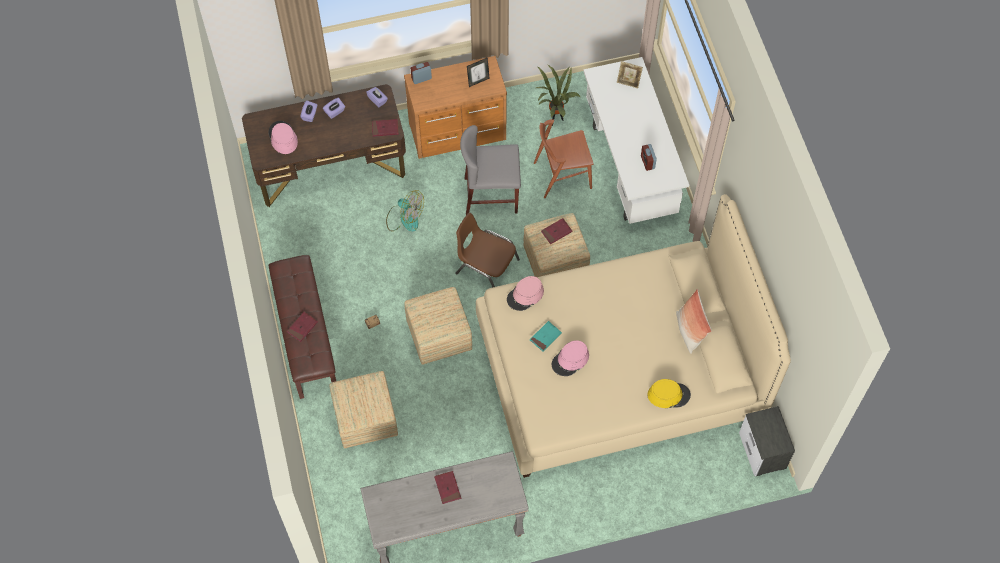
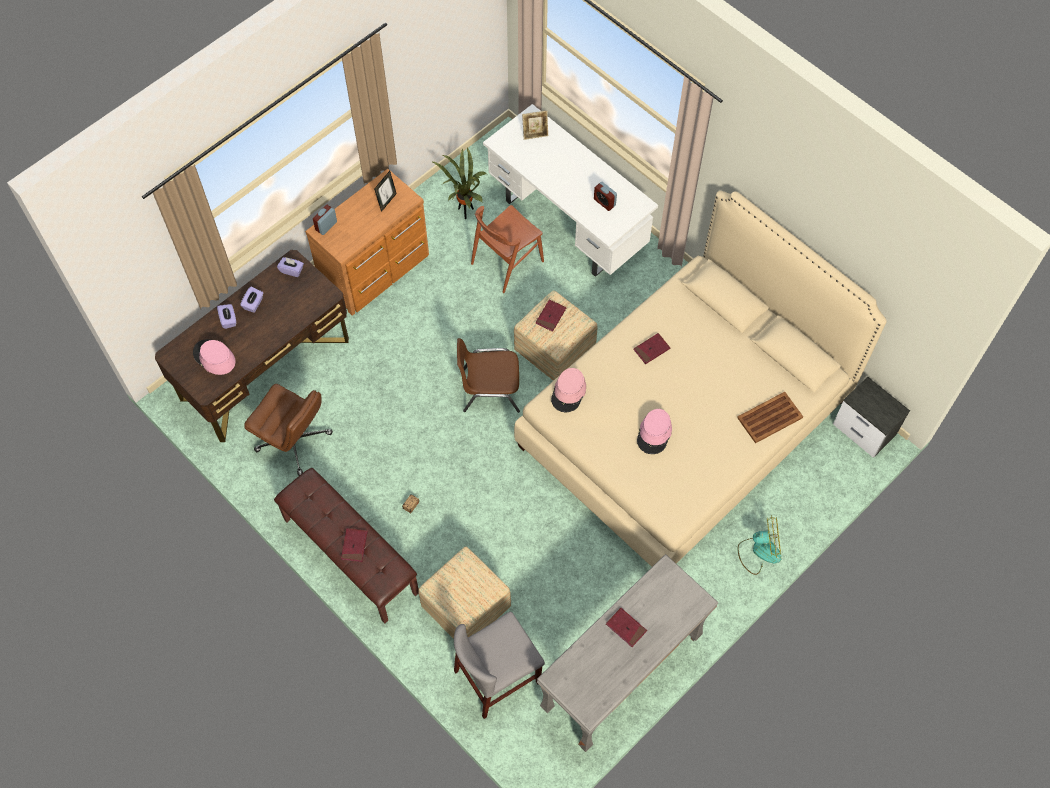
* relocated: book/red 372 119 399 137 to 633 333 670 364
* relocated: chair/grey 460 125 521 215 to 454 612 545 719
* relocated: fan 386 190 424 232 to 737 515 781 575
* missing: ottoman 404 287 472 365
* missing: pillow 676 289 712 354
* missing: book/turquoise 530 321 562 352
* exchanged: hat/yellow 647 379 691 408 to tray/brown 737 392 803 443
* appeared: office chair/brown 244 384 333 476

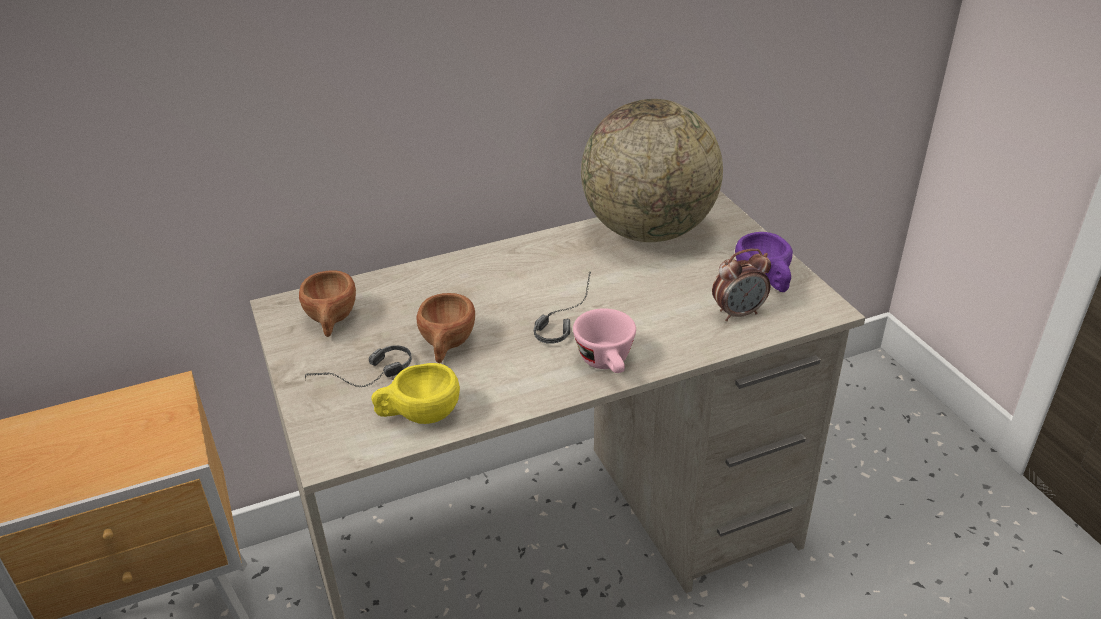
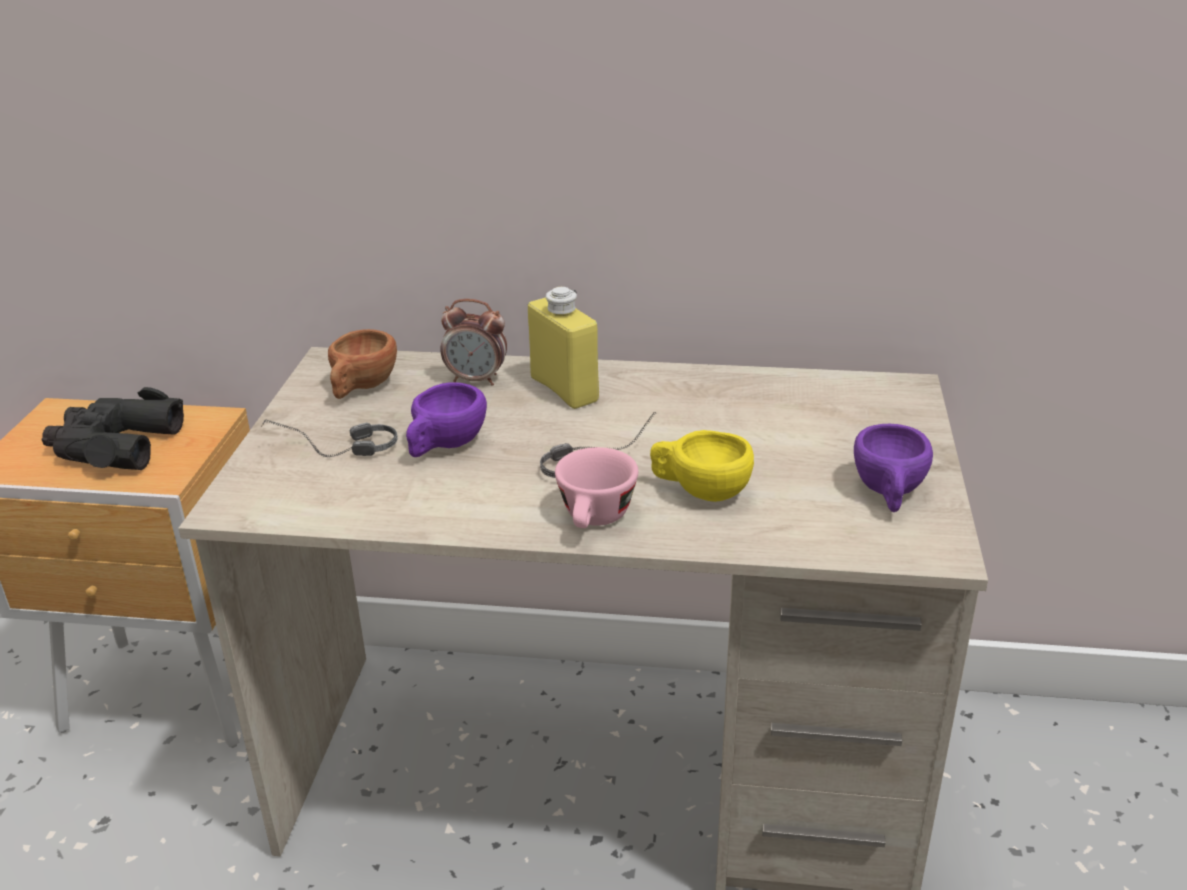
* missing: globe 581 99 723 242
* relocated: alarm clock 712 249 771 321 to 440 299 507 386
* colour: cup/brown 417 293 475 363 to cup/purple 406 382 487 457
* relocated: cup/yellow 371 363 460 424 to 650 430 754 502
* appeared: bottle/yellow 528 287 599 409
* appeared: binoculars/black 41 387 184 470

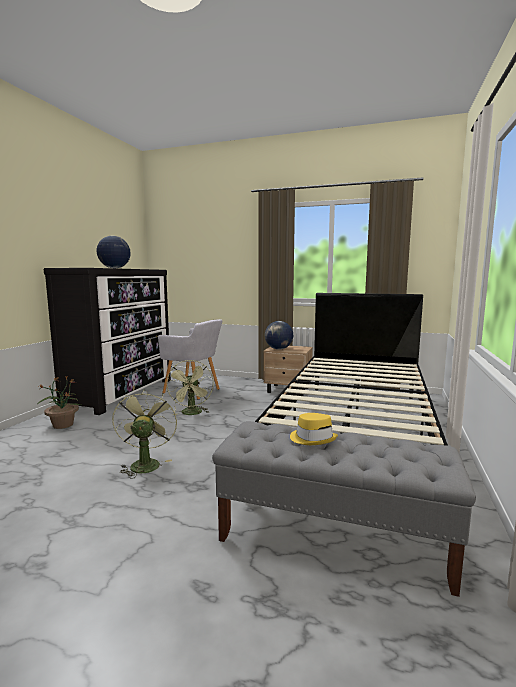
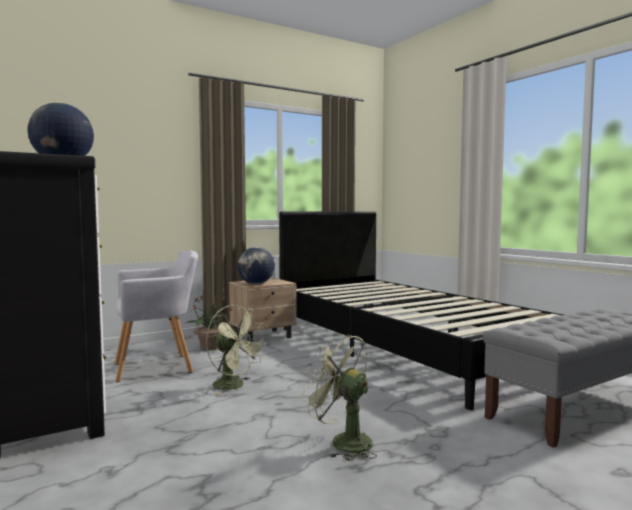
* relocated: potted plant 37 375 81 429 to 186 296 233 350
* missing: hat/yellow 290 413 338 445

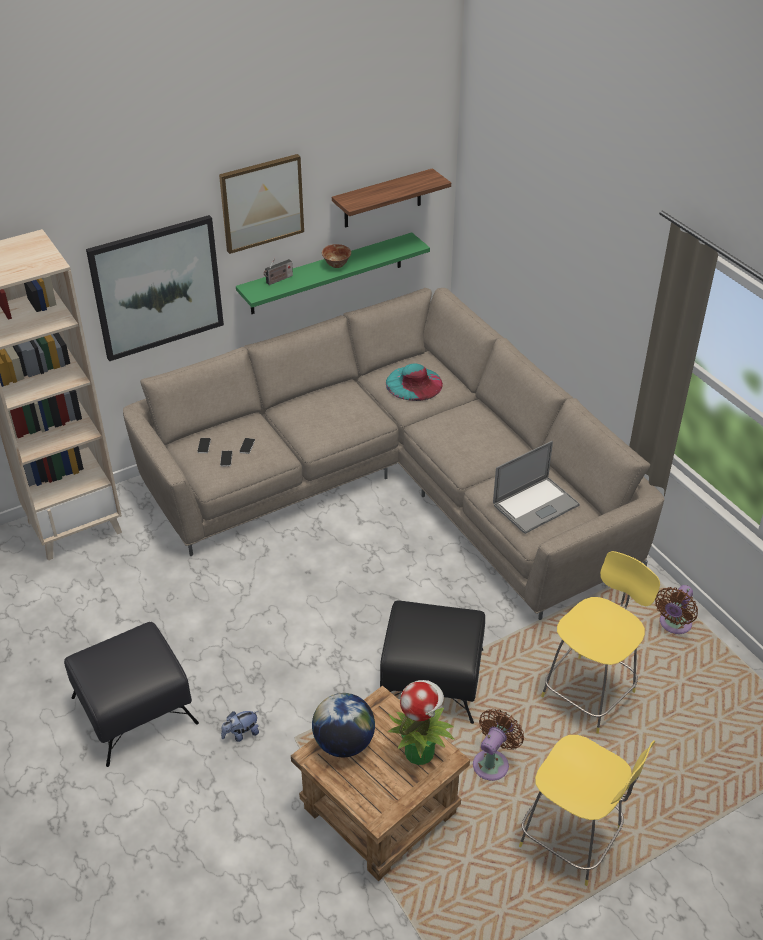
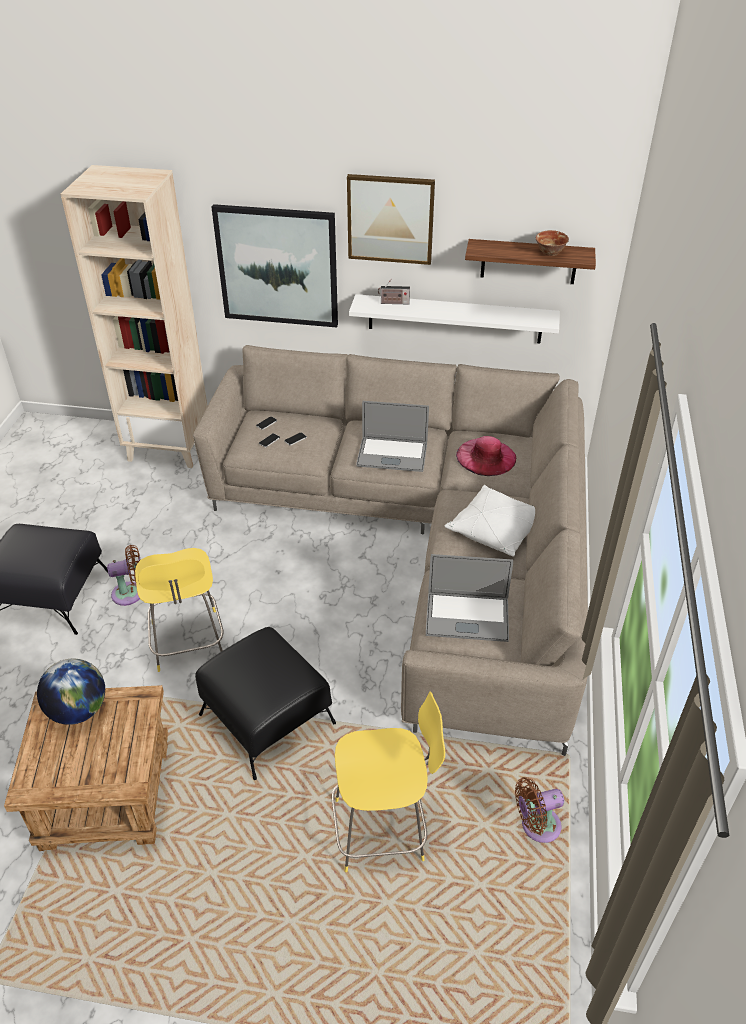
* colour: shelf/green 236 232 430 314 to shelf/white 349 294 560 343
* relocated: bowl 322 244 351 268 to 536 230 569 256
* colour: hat/turquoise 386 363 443 401 to hat/pink 456 436 516 476
* missing: potted plant 388 680 454 765
* relocated: fan/brown 473 709 524 781 to 107 545 141 606
* missing: plush toy 221 711 259 742
* relocated: stool/yellow 519 735 655 886 to 135 548 224 672
* appeared: laptop 356 401 429 472
* appeared: pillow/white 445 485 535 557

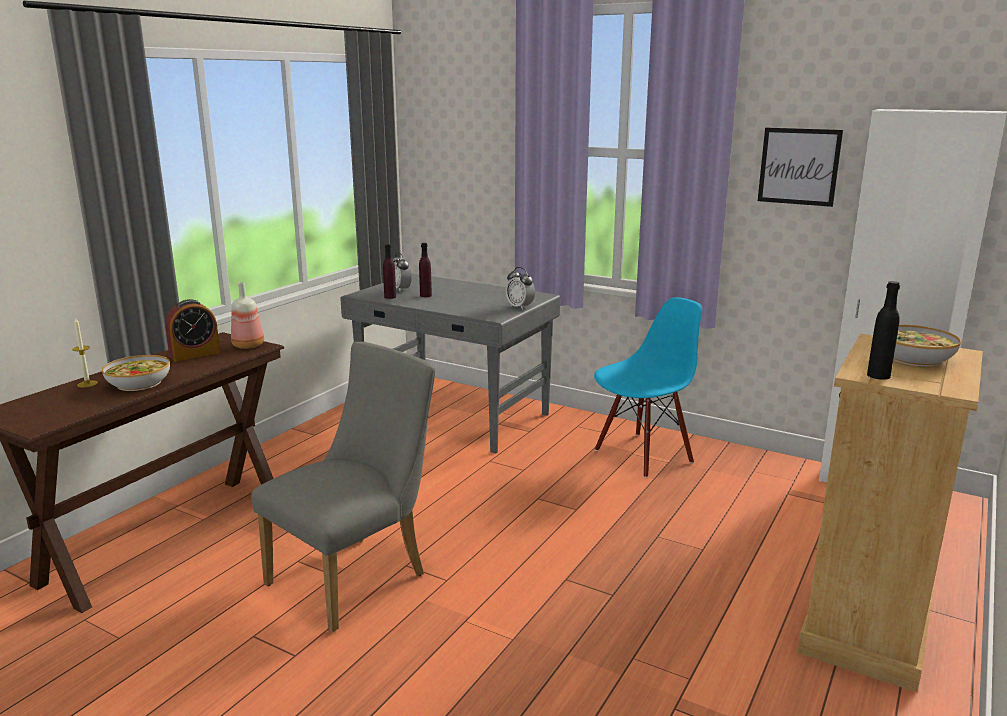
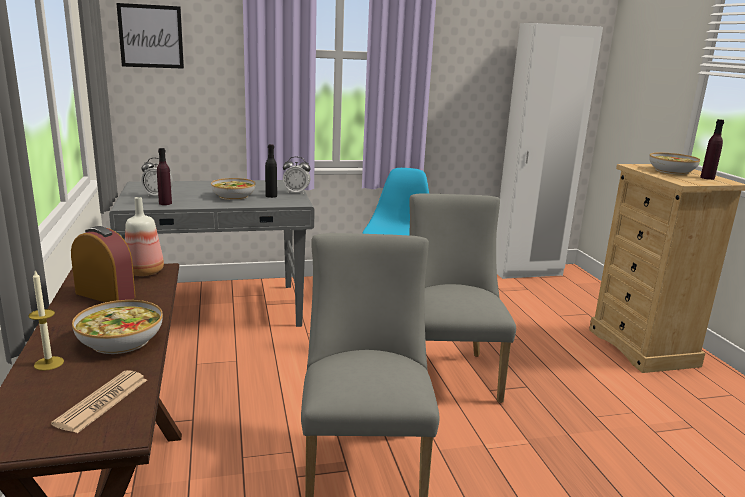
* relocated: picture 758 128 843 207 to 117 3 184 69
* relocated: bottle/purple 419 243 432 297 to 700 119 724 180
* relocated: bottle/black 867 281 900 380 to 265 144 277 198
* spun: alarm clock 165 299 220 362 = 71 226 136 302 75 degrees counterclockwise
* appeared: bowl 211 178 255 200
* appeared: chair/grey 409 193 516 403
* appeared: newspaper 51 370 147 433

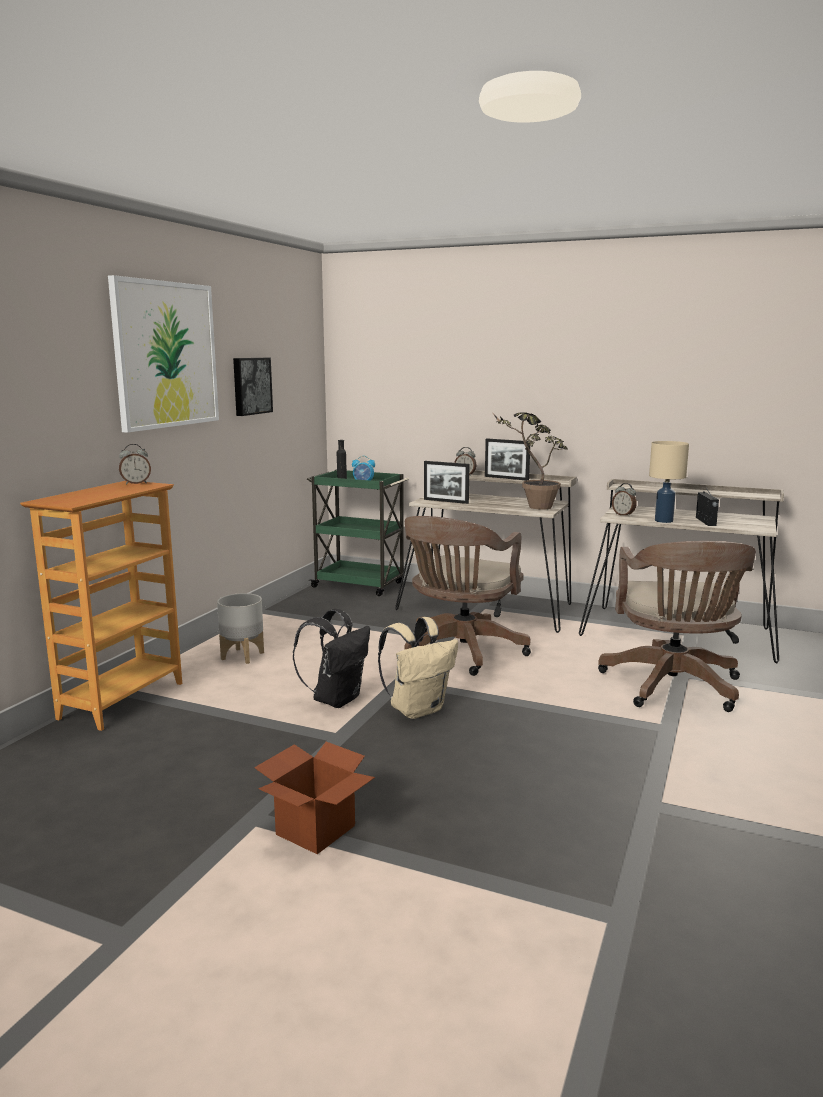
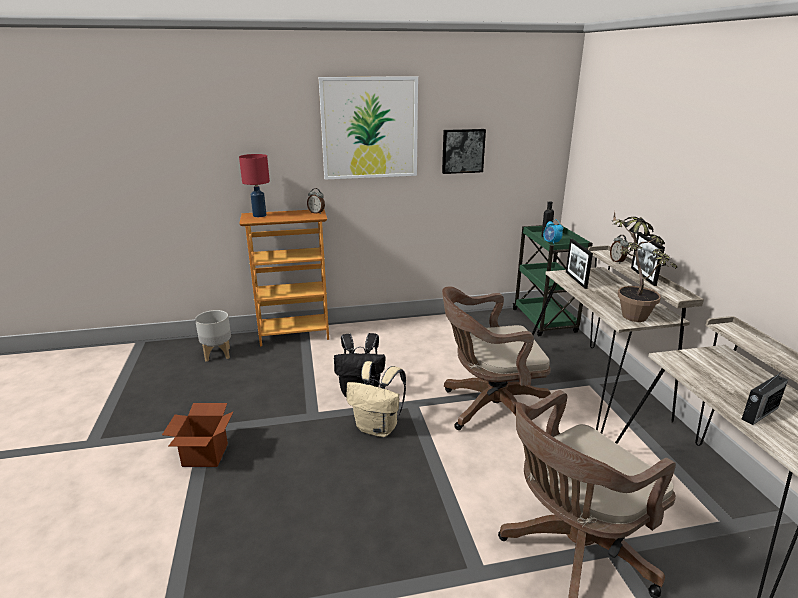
* missing: table lamp/beige 649 441 689 523
* missing: alarm clock 612 483 637 517
* relocated: planter/grey 217 593 264 664 to 195 310 231 362
* appeared: table lamp/red 239 154 270 217

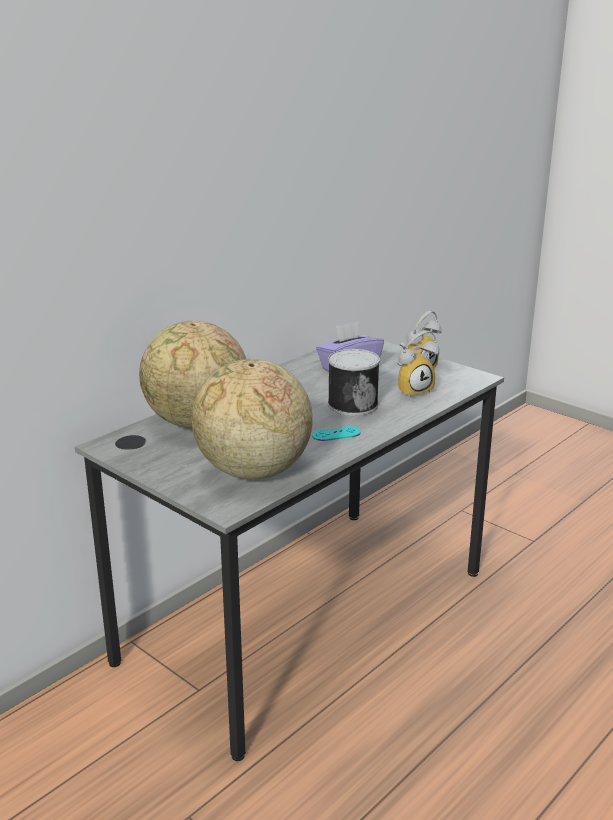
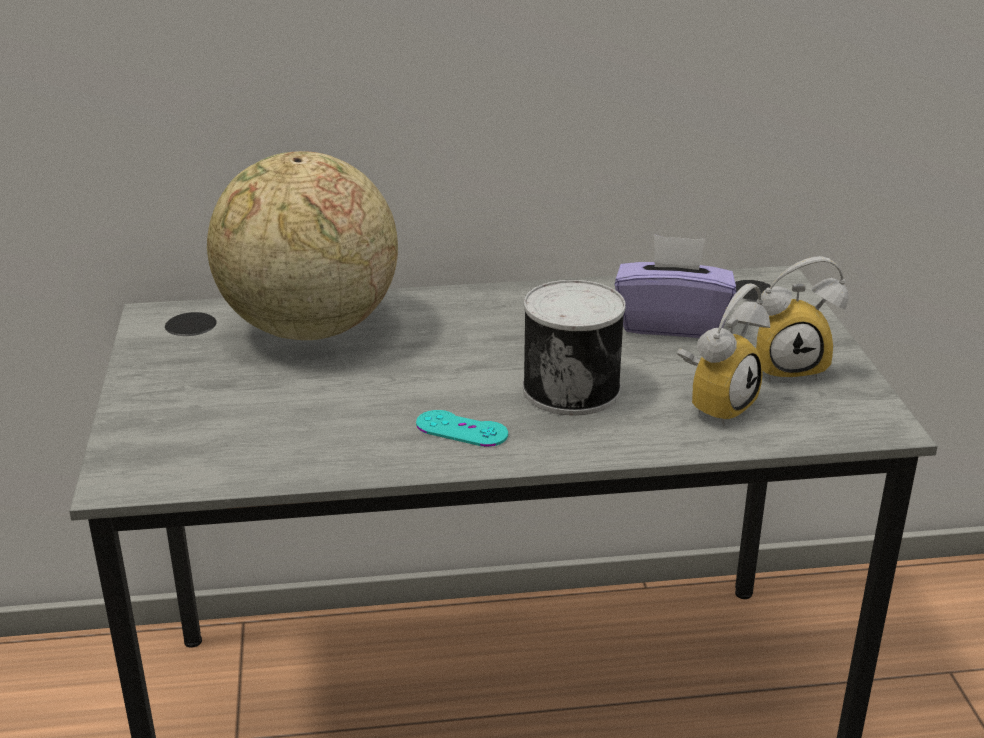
* spun: alarm clock 397 330 440 399 = 677 283 770 426 60 degrees counterclockwise
* missing: globe 191 359 313 480

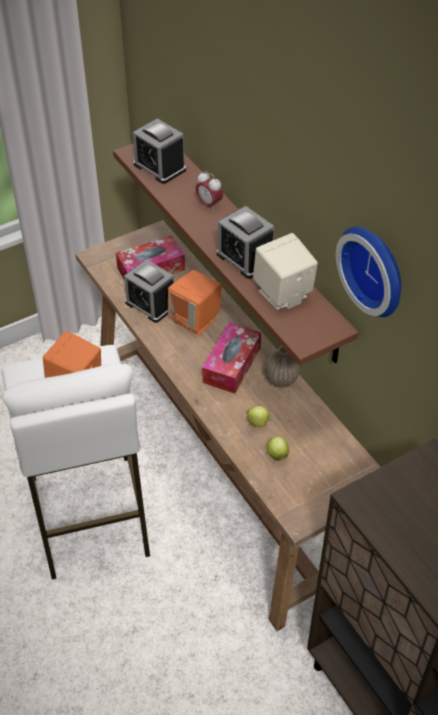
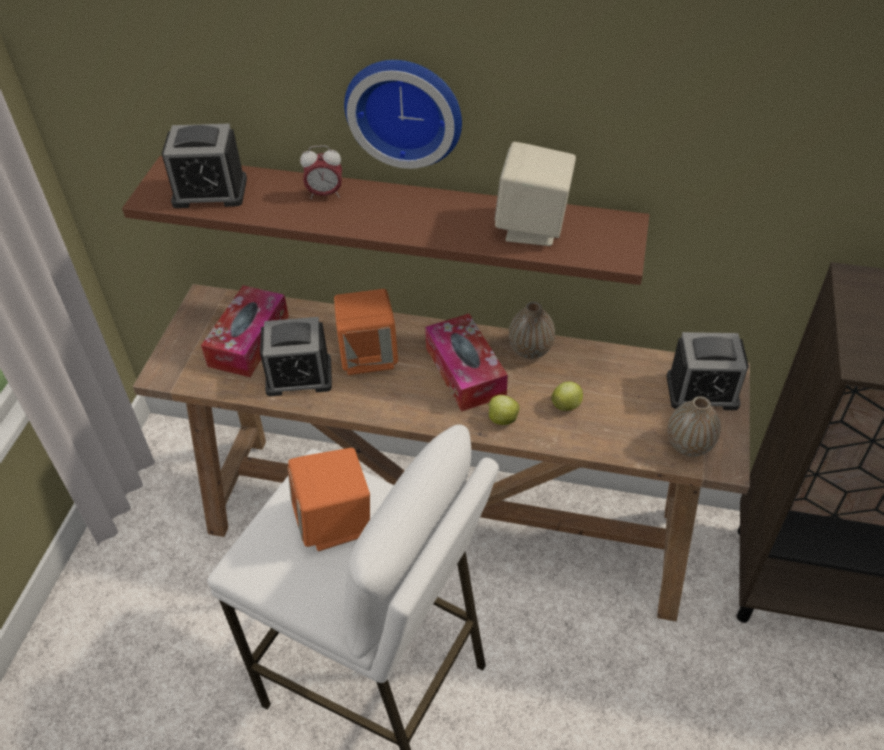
* relocated: alarm clock 216 206 274 279 to 667 332 749 410
* relocated: wall clock 336 227 401 317 to 344 60 462 169
* relocated: apple 266 436 289 461 to 486 395 520 425
* appeared: vase 667 396 721 457

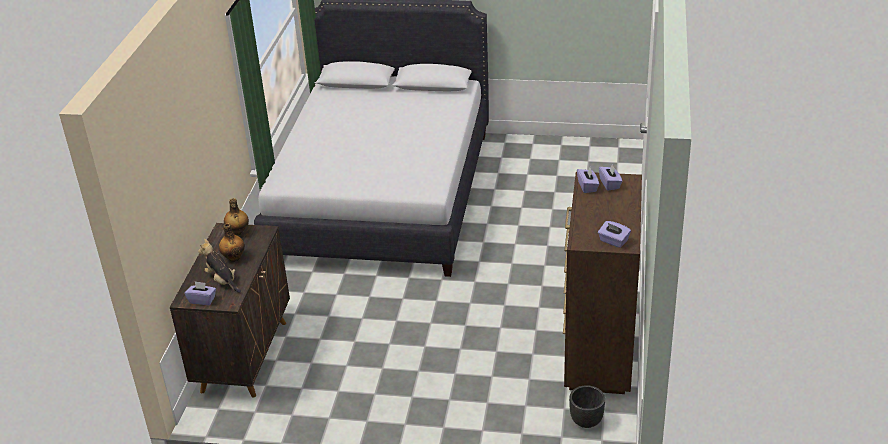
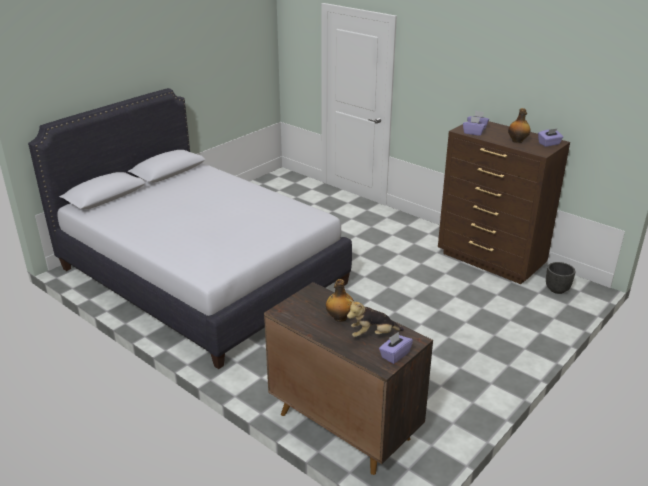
* relocated: bottle 224 198 249 236 to 508 108 530 143

